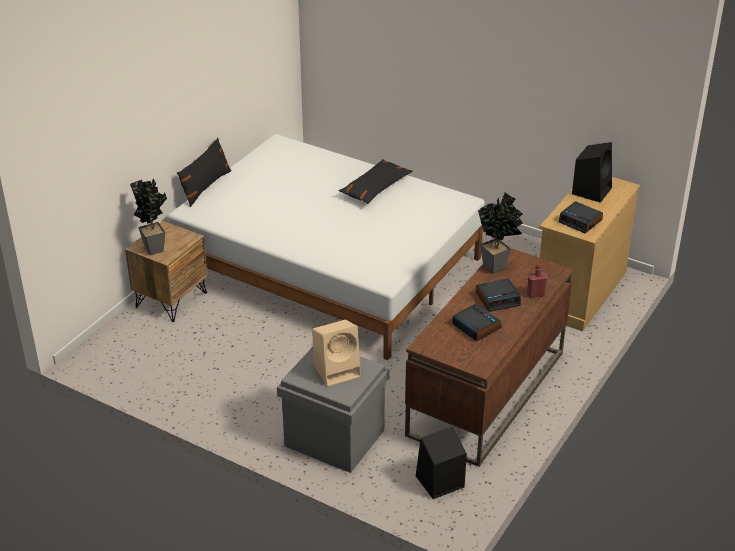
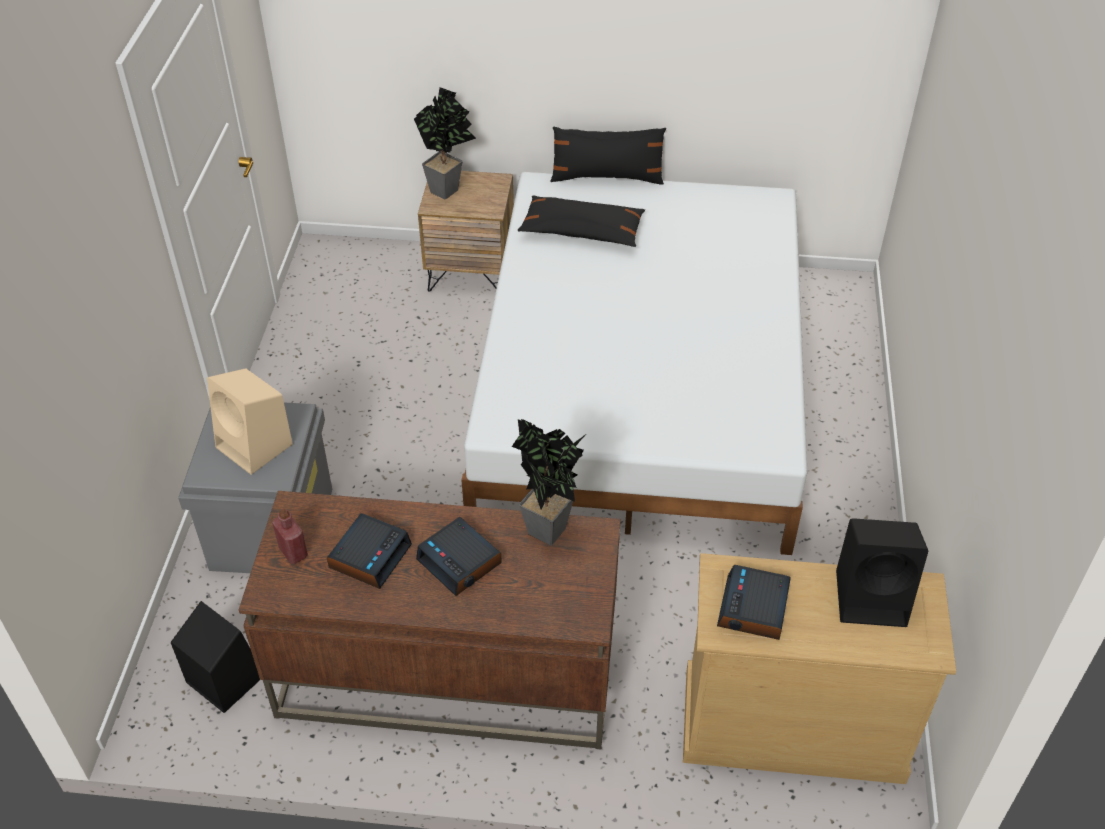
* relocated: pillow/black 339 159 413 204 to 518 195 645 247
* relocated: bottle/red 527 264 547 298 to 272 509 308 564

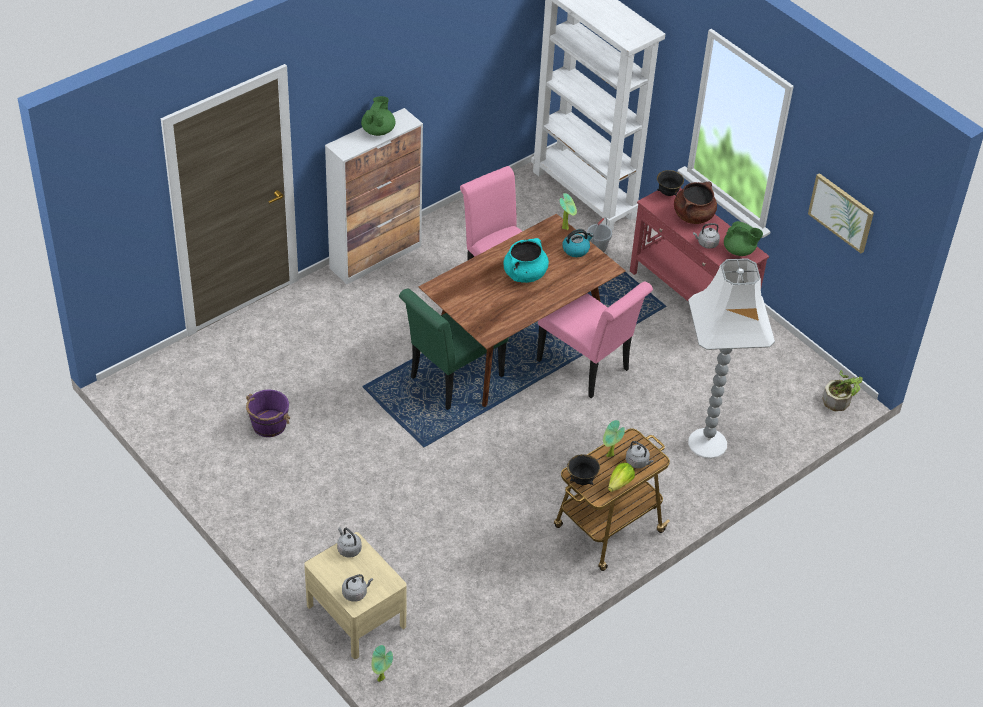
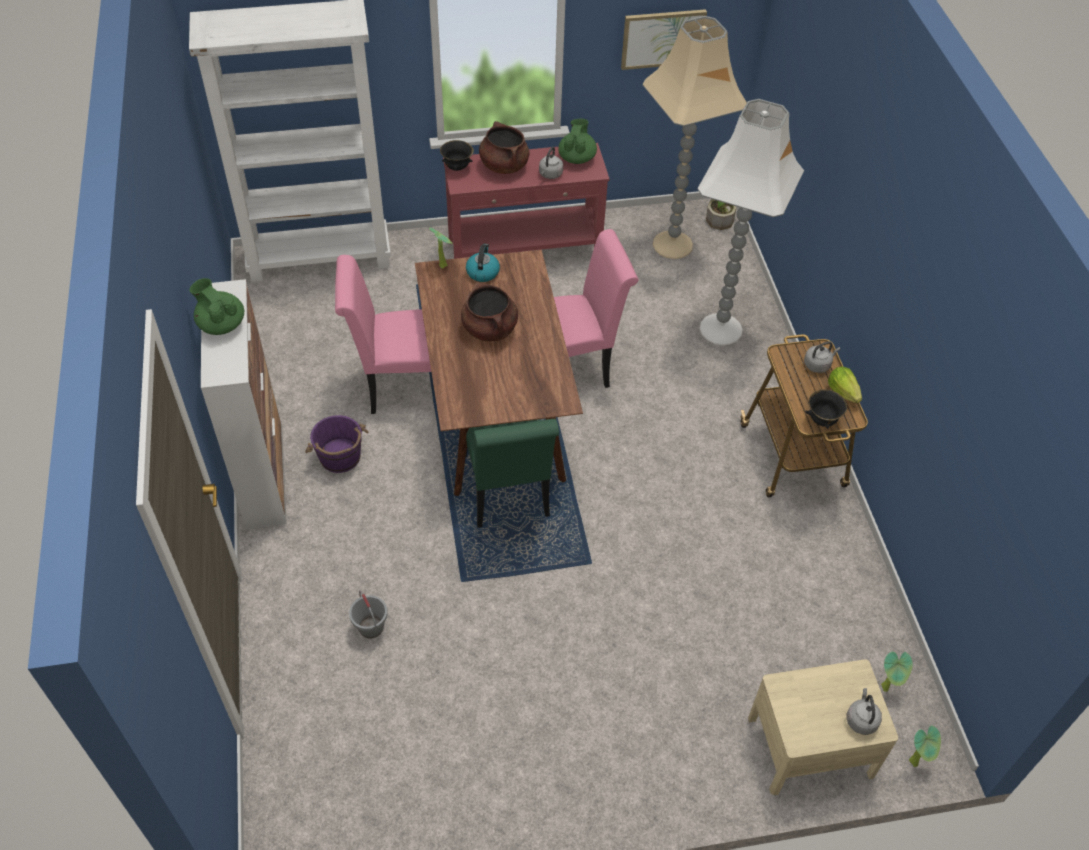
* relocated: bucket/grey 587 217 612 252 to 349 590 388 639
* spun: teapot/green 724 221 763 256 = 558 119 597 164 45 degrees counterclockwise
* colour: cooking pot/turquoise 503 238 549 283 to cooking pot/brown 461 282 518 341
* relocated: bucket/purple 246 390 290 437 to 305 415 368 473
* relocated: potted plant 603 420 625 457 to 881 652 913 692
* missing: kettle/grey 337 527 362 558
* appeared: floor lamp/beige 642 16 747 259

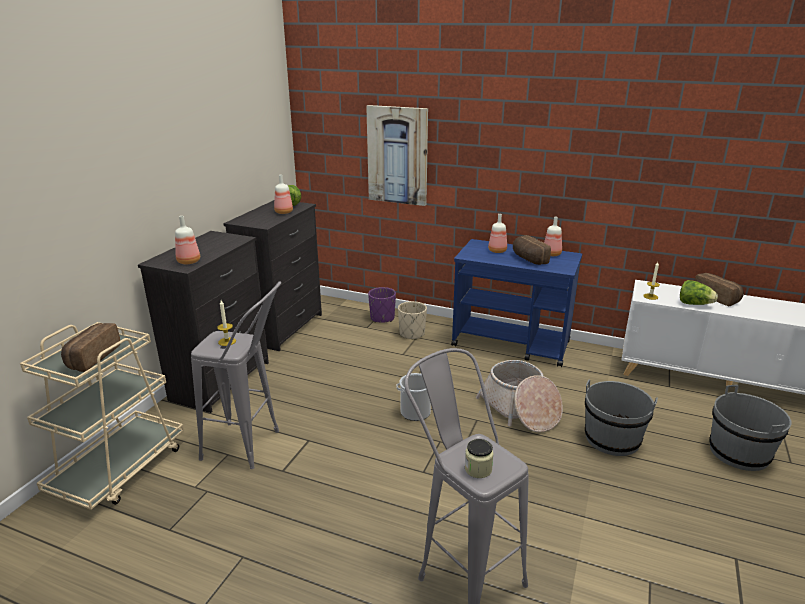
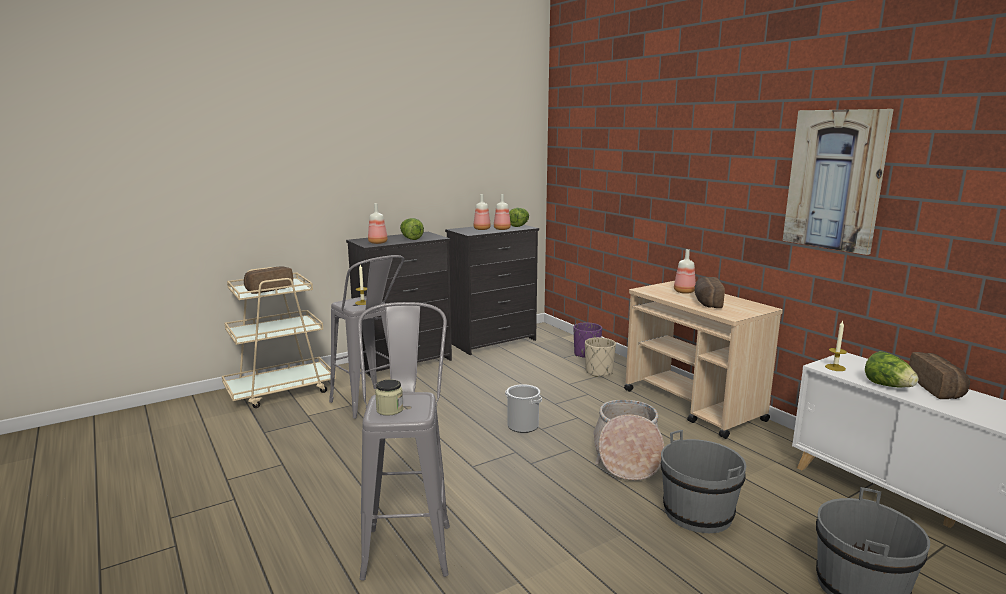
* relocated: picture 366 105 428 206 to 783 109 894 255
* relocated: bottle 544 216 562 256 to 473 194 491 230
* colour: cart/blue 451 239 582 367 to cart/beige 624 281 783 439
* appeared: lettuce 400 218 424 240

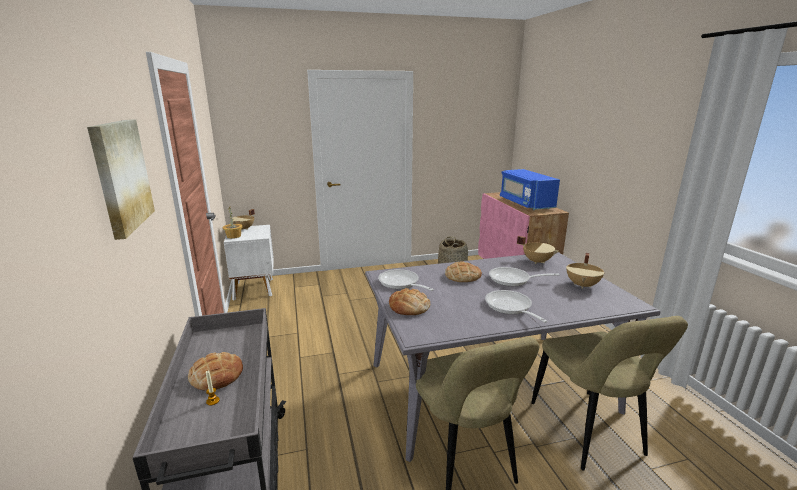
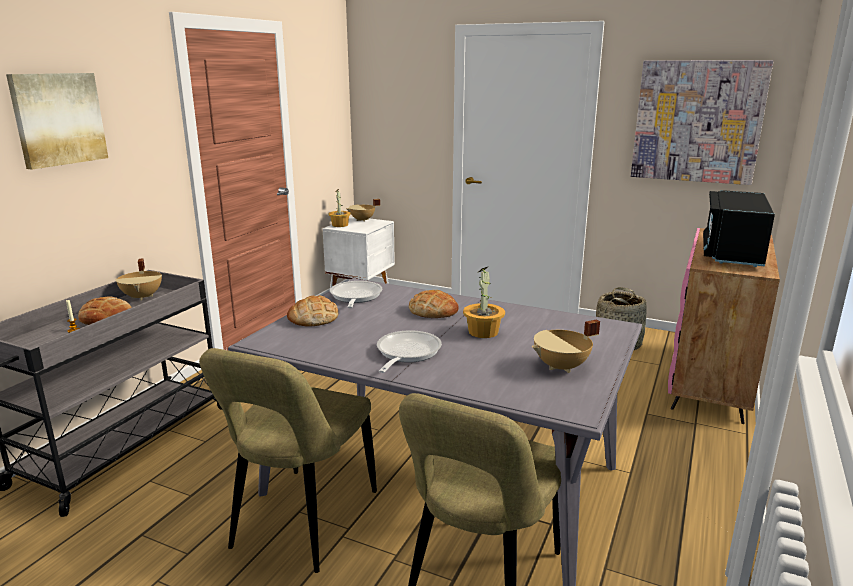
* colour: microwave/blue 500 169 560 210 to microwave/black 703 190 775 267
* relocated: cooking pot/beige 517 236 559 264 to 116 258 162 301
* exchanged: frying pan 489 267 559 286 to potted plant 463 266 505 338
* appeared: picture 631 60 774 185

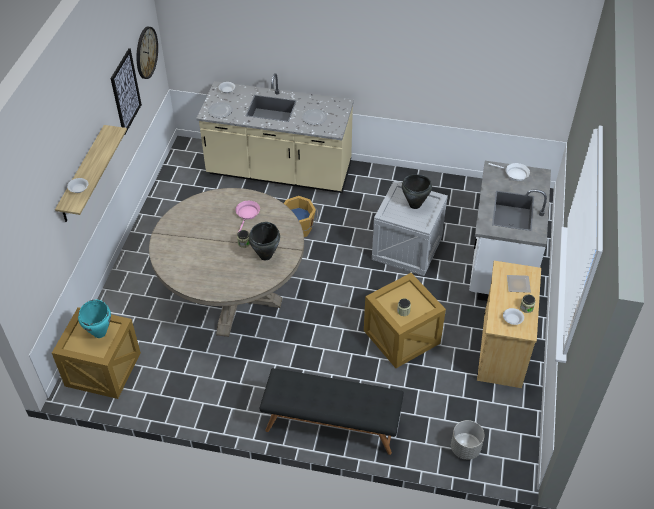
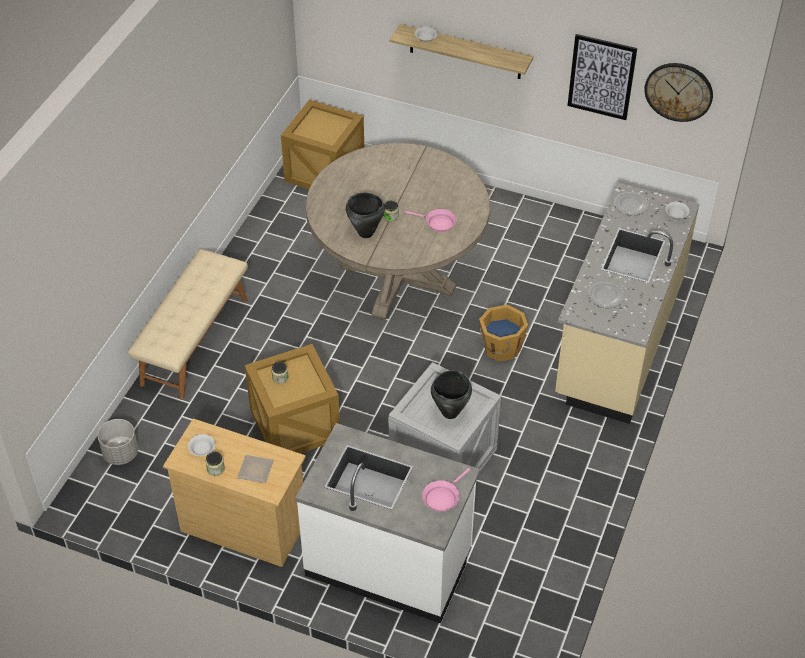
* colour: frying pan/white 488 163 530 181 to frying pan/pink 422 468 470 512
* missing: cooking pot/turquoise 78 299 111 338
* colour: bench/black 259 368 404 455 to bench/beige 128 249 248 400

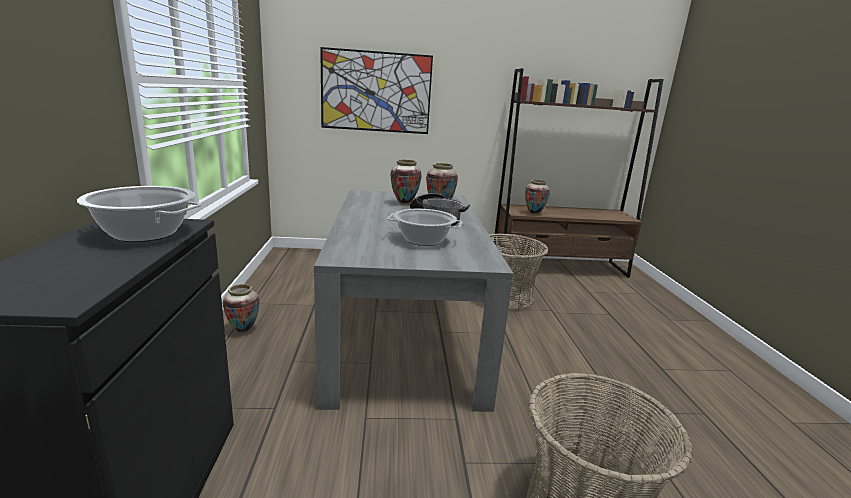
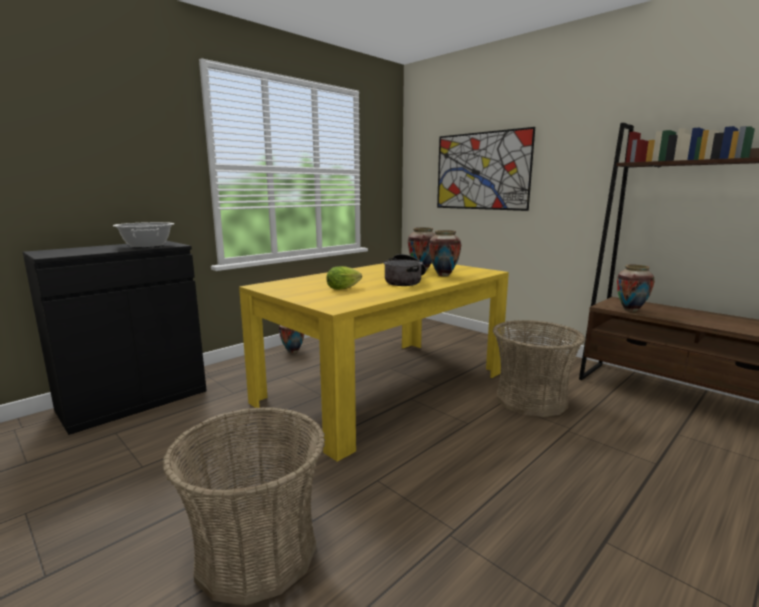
* colour: dining table/grey 314 190 513 412 to dining table/yellow 239 263 509 462
* exchanged: cooking pot 387 209 463 246 to lettuce 327 266 362 290

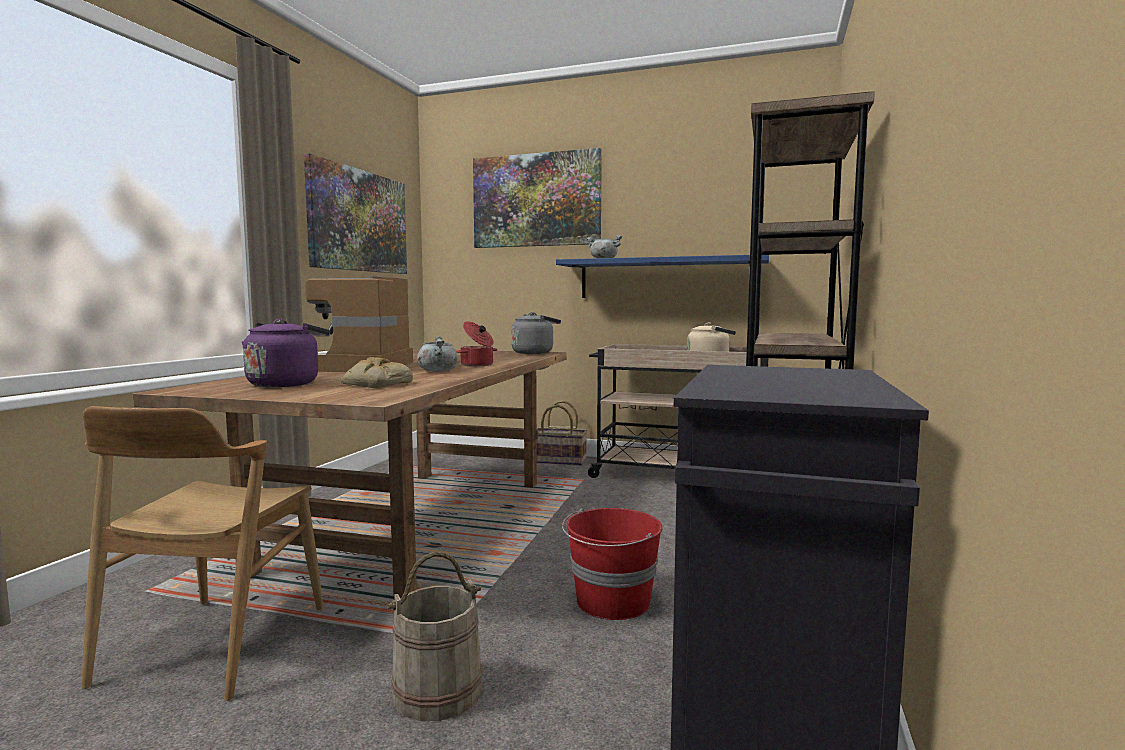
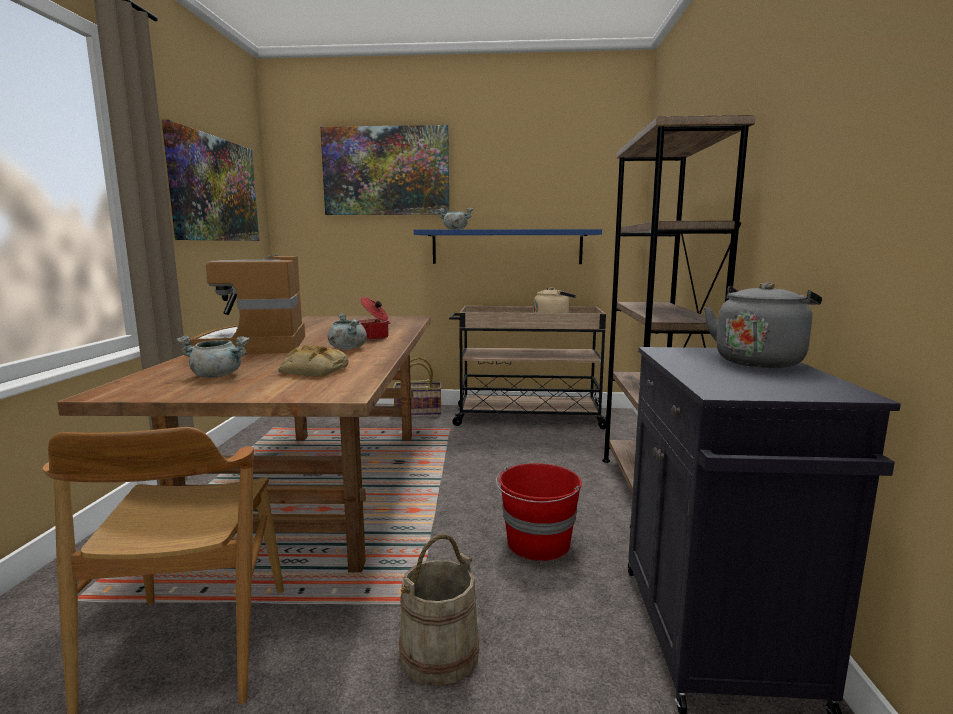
* relocated: kettle/grey 511 312 561 354 to 704 283 822 368
* exchanged: kettle/purple 242 319 330 387 to cooking pot/grey 176 336 250 378

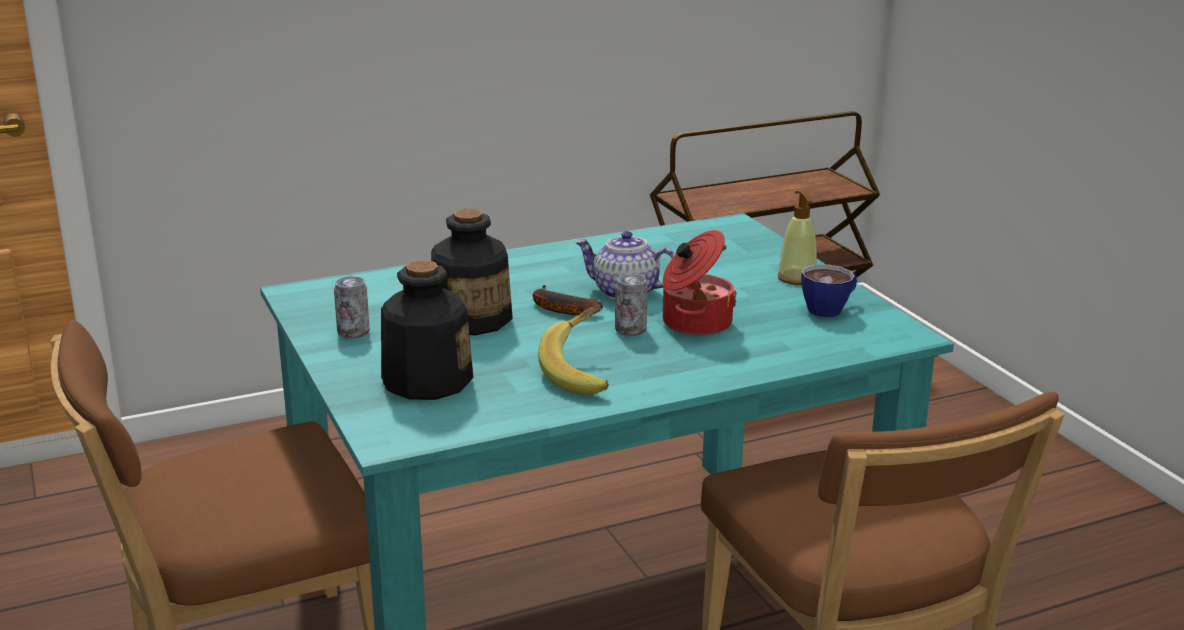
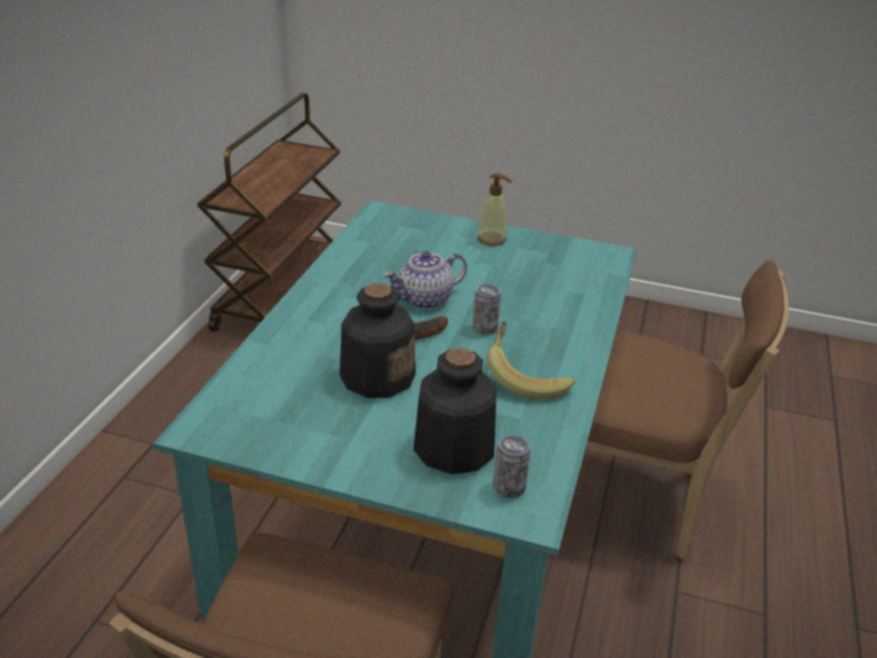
* missing: cooking pot 663 230 737 336
* missing: cup 801 264 857 317
* relocated: can 334 276 370 339 to 493 435 531 498

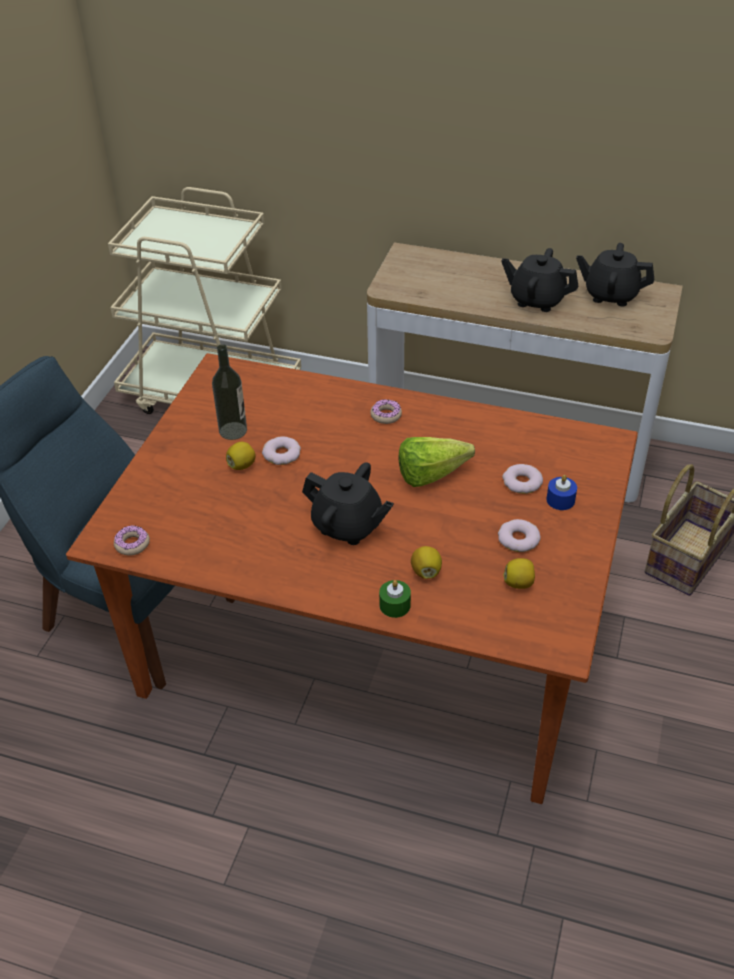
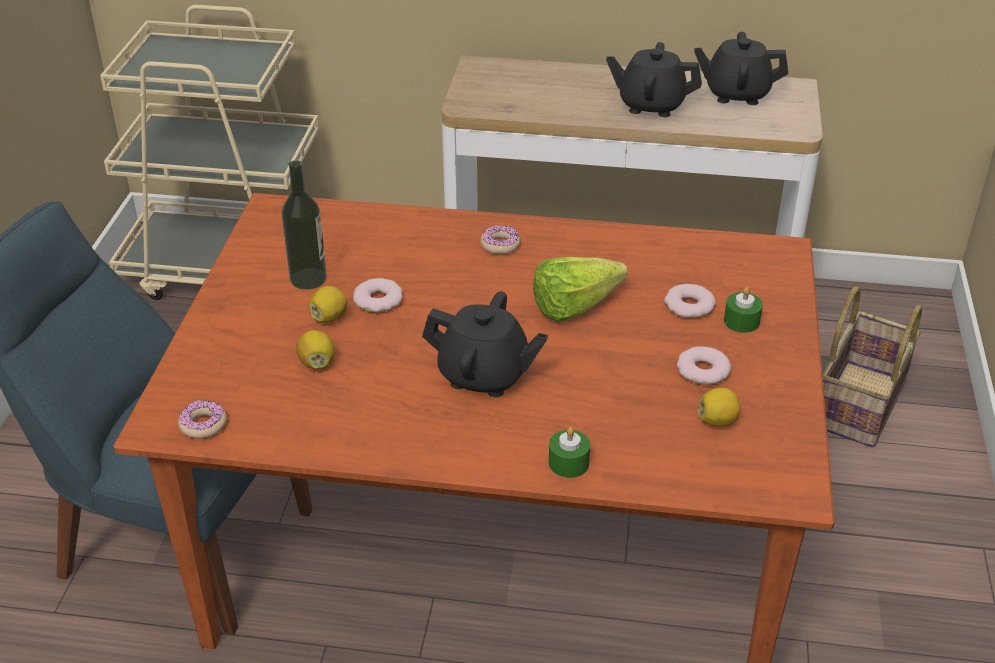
* colour: candle/blue 546 475 577 510 to candle/green 724 287 763 333
* relocated: lemon 411 546 442 579 to 296 330 334 369

